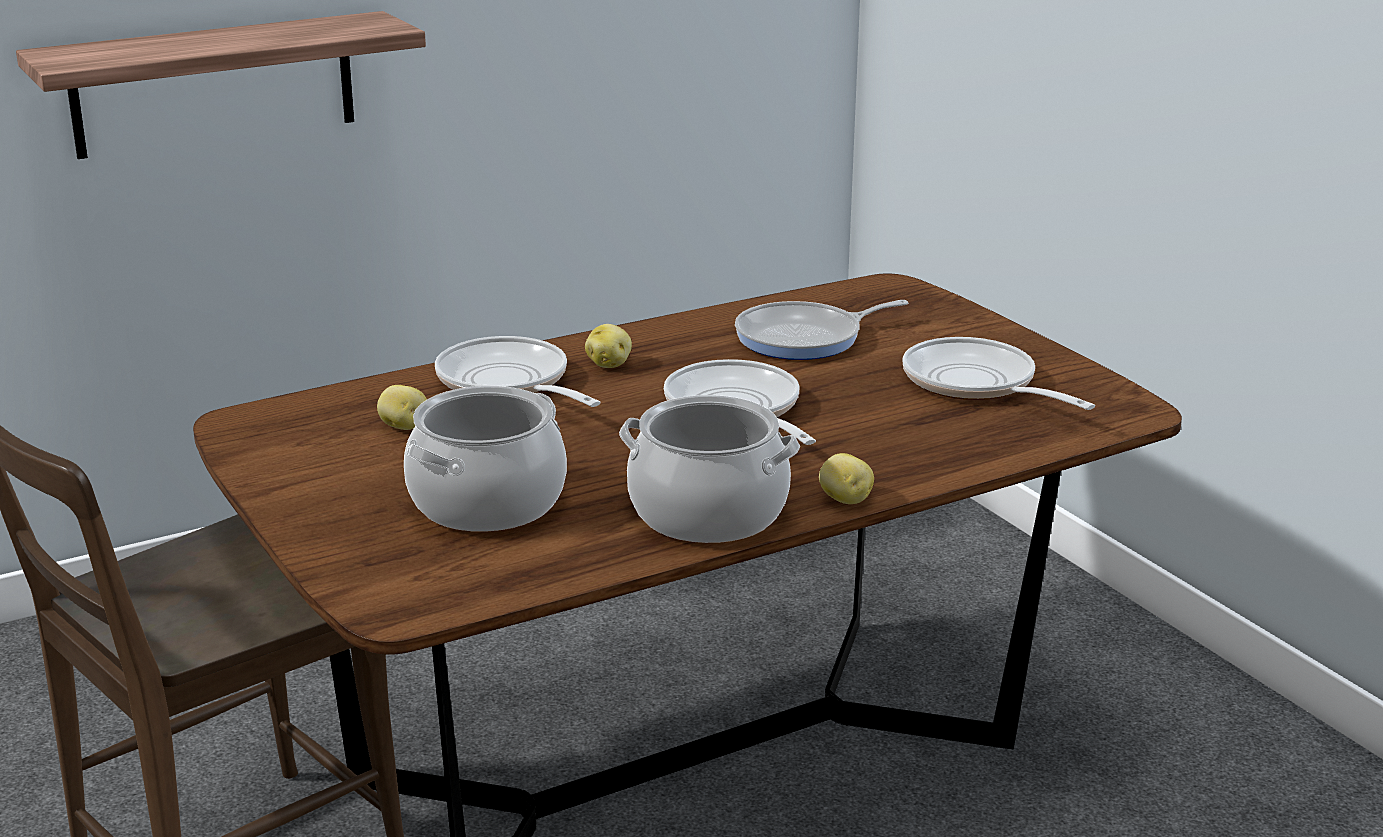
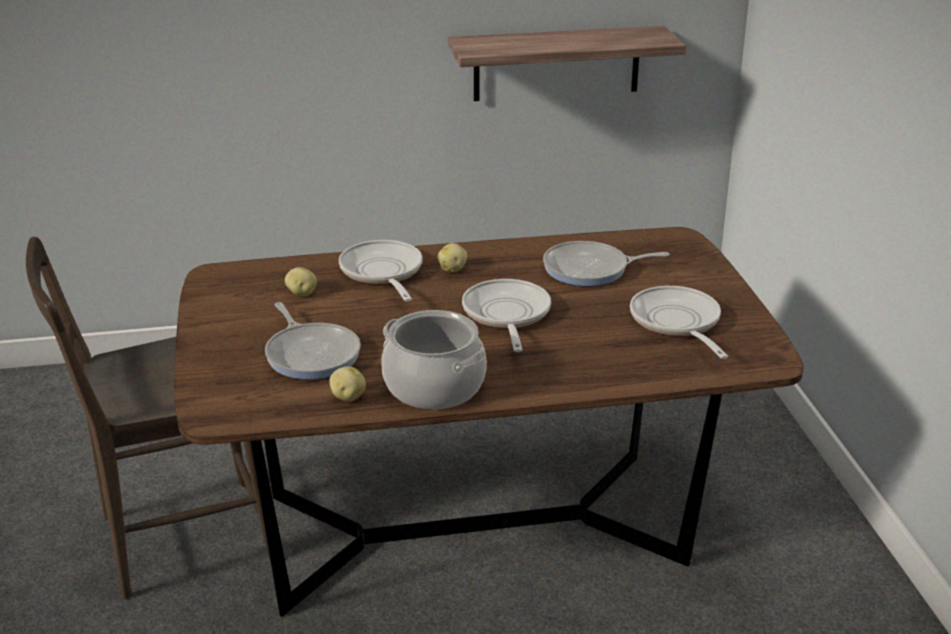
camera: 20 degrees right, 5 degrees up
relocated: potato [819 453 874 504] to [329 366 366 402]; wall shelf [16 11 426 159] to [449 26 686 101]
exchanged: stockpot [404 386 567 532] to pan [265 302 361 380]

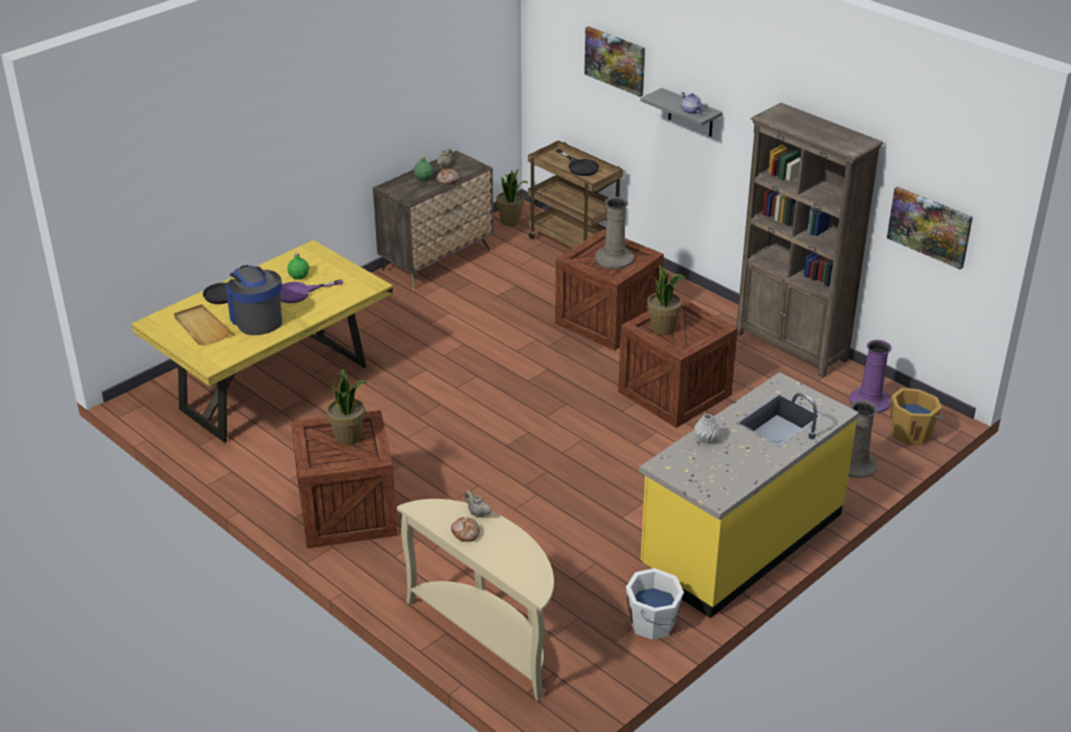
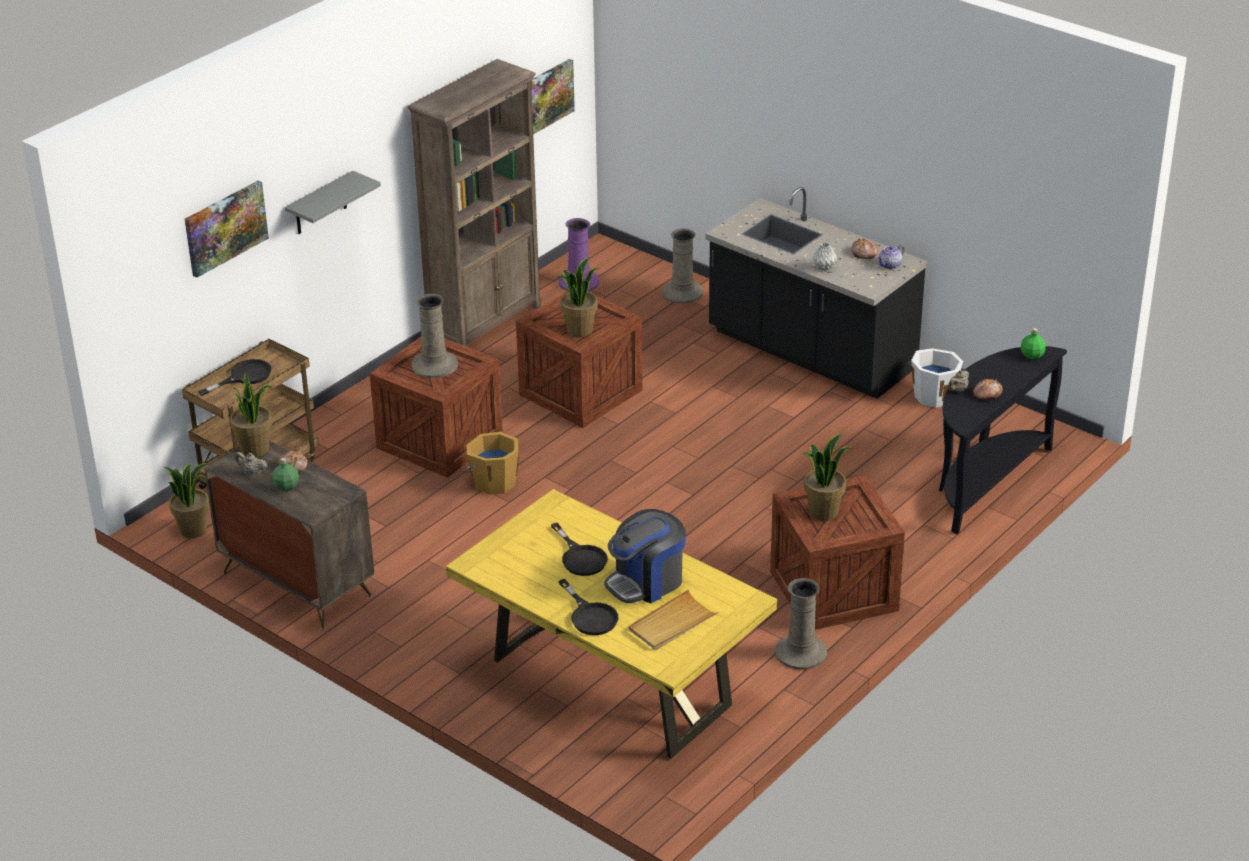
camera: 95 degrees left, 0 degrees up
appeared: houseplant [230 373 272 457]; sand-coloured vase [775 578 827 669]; baked bread [852 239 878 259]
relocated: orange bucket [891 388 943 445] to [466 432 519 495]; pot for tea [681 92 703 114] to [877 245 904 269]; green beverage bottle [288 252 309 280] to [1021 328 1046 360]
colour: purple pan [280 279 343 303] to black pan [551 523 608 576]; yellowish kitchen counter [639 372 859 618] to black kitchen counter [705 187 927 399]; sand-coloured narrow table [397 499 554 701] to black narrow table [939 346 1067 534]

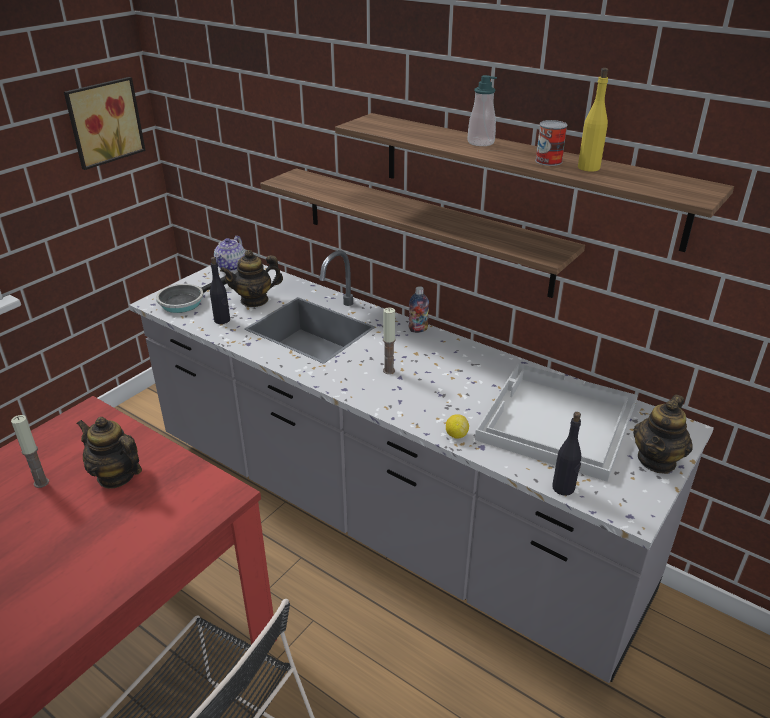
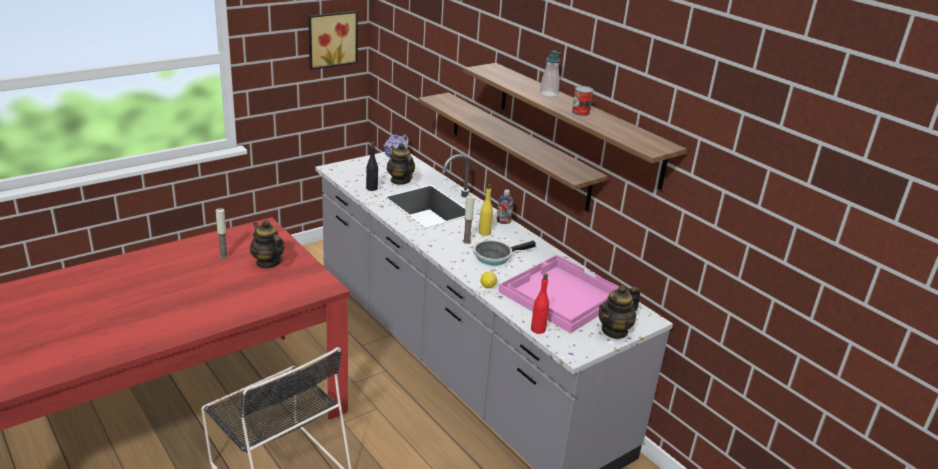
camera: 15 degrees right, 5 degrees down
relocated: pan [156 276 227 313] to [473 240 536 266]; yellowish beverage bottle [578 68 608 172] to [479 184 493 236]
colour: white tray [475 363 638 482] to pinkish tray [498 255 627 333]; black beverage bottle [552 412 581 496] to red-coloured beverage bottle [531 273 549 334]
spun: pot for tea [220 250 283 307] = [387 143 415 185] 60 degrees clockwise

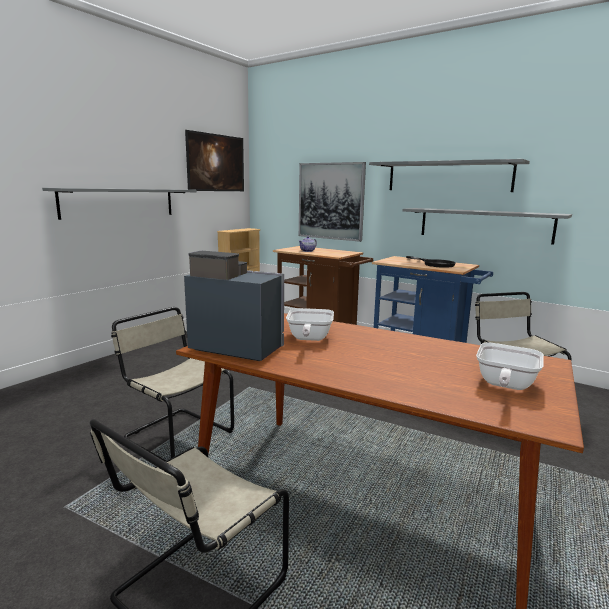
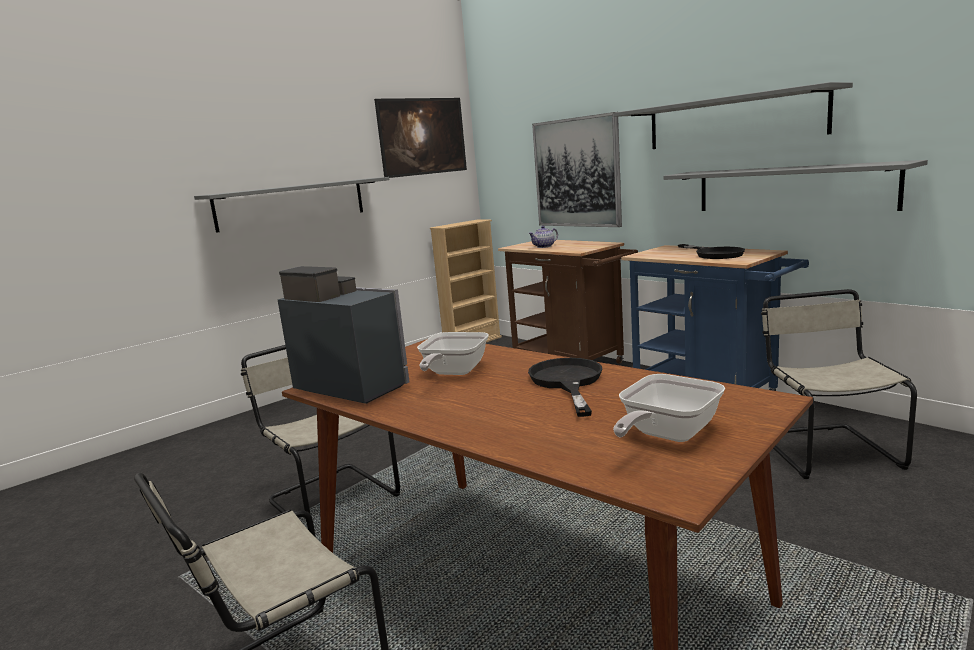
camera: 15 degrees right, 0 degrees up
appeared: black pan [528 358 602 417]

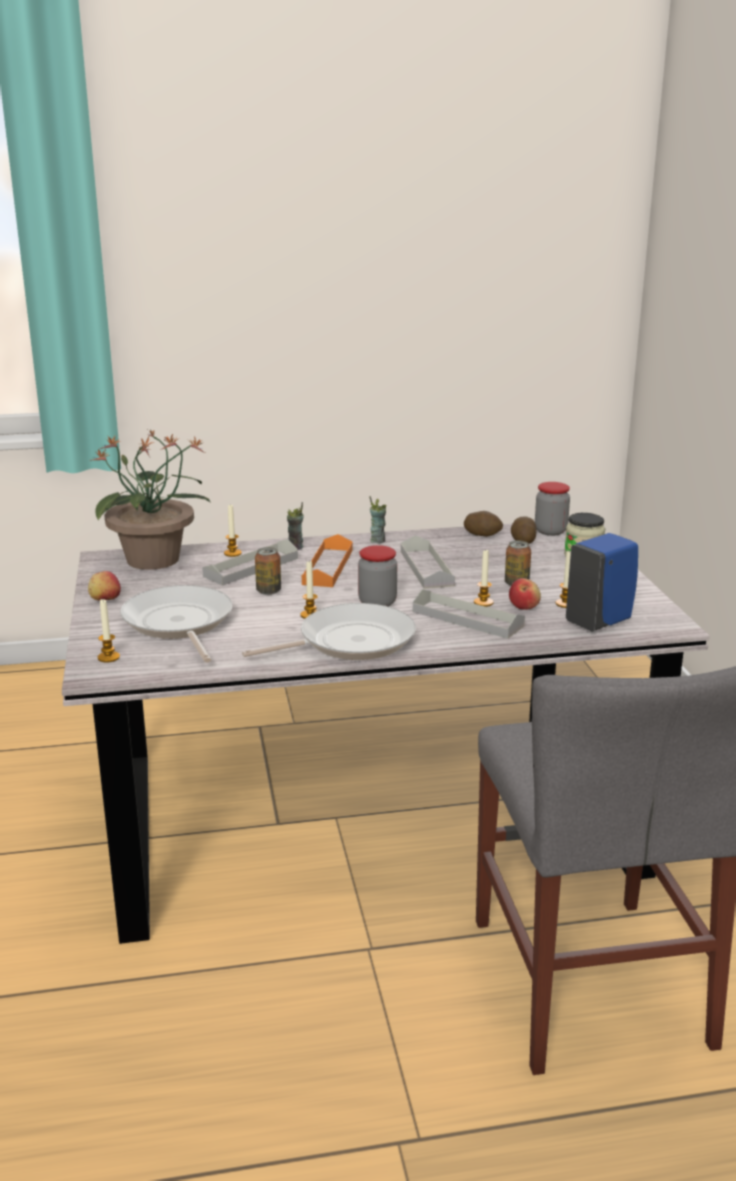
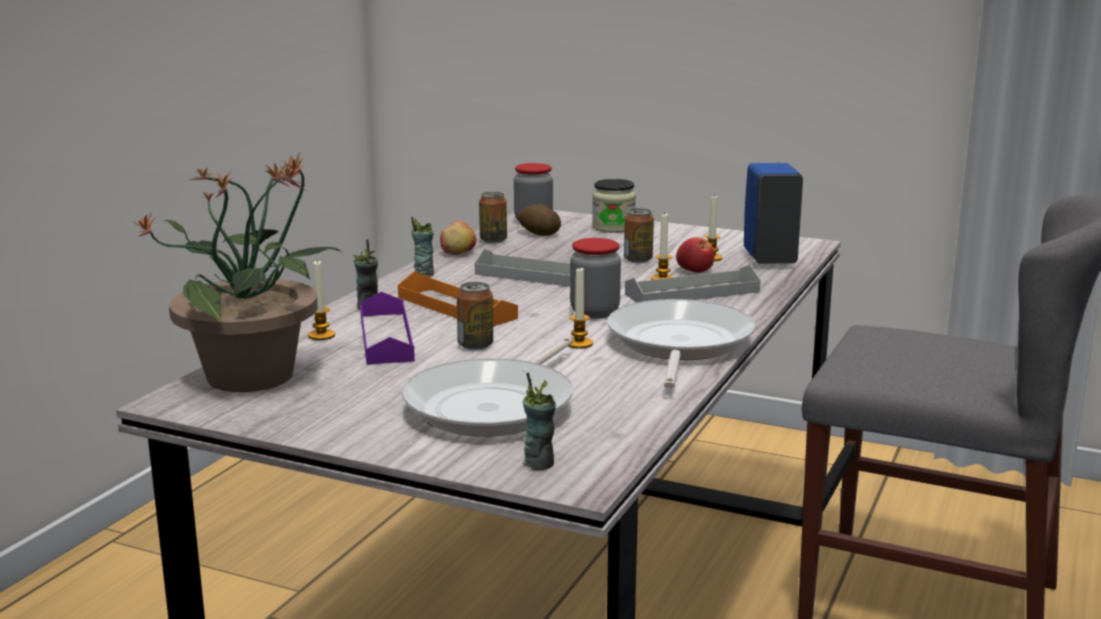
camera: 55 degrees left, 5 degrees down
relocated: apple fruit [88 571 121 600] to [440 221 476 255]
exchanged: potato [464 511 503 537] to metal can [479 192 507 243]; candle [98 599 120 663] to cup [523 372 556 470]
colour: greyish tray [202 539 298 586] to purple tray [360 292 415 364]
spun: pan [120 585 232 663] = [402 338 573 437] 75 degrees counterclockwise

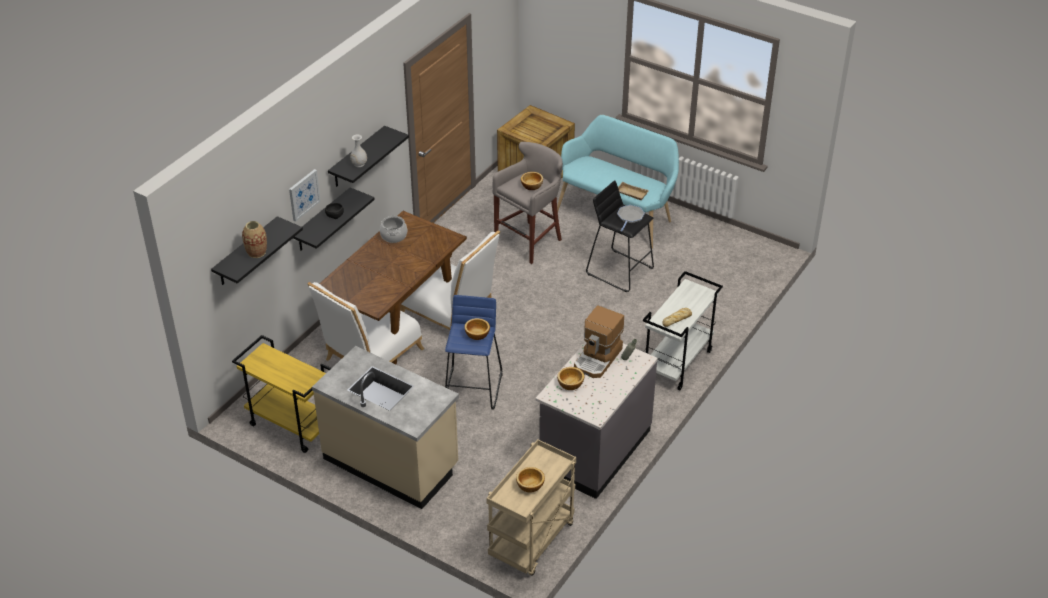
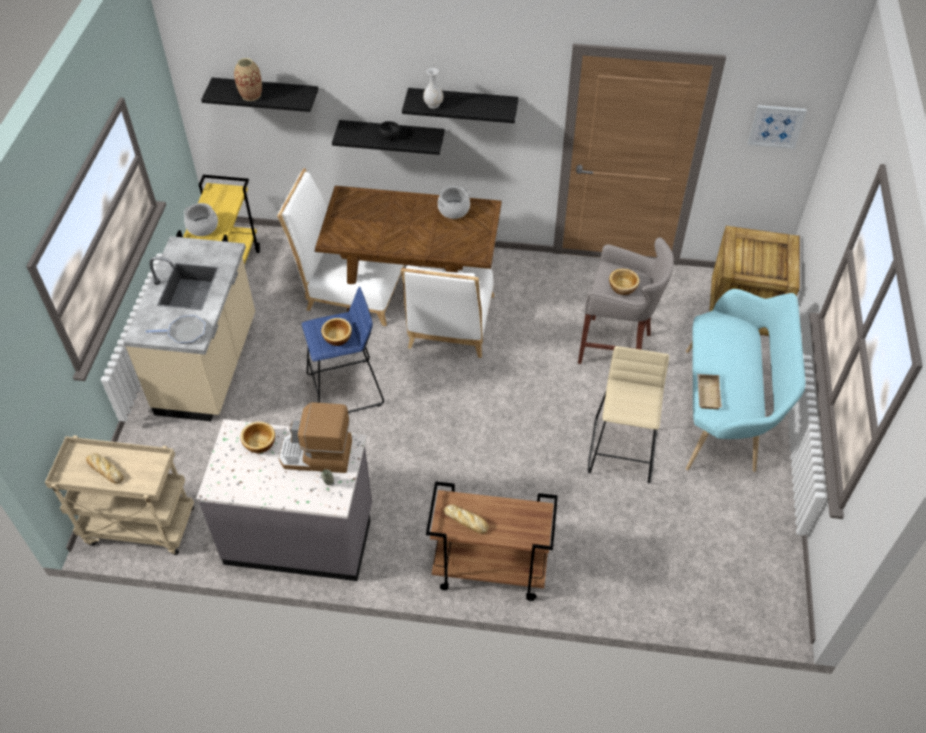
camera: 65 degrees right, 10 degrees up
appeared: stockpot [184 203 218 236]
relocated: pan [617 205 645 231] to [146 315 205 344]; wall art [289 169 321 222] to [748 105 807 149]
exchanged: bowl [516 467 545 493] to baked bread [86 453 123 484]
colour: white trolley [643 271 723 390] to brownish trolley [426 481 558 601]; black stool [586 180 654 292] to sand-coloured stool [588 346 669 483]

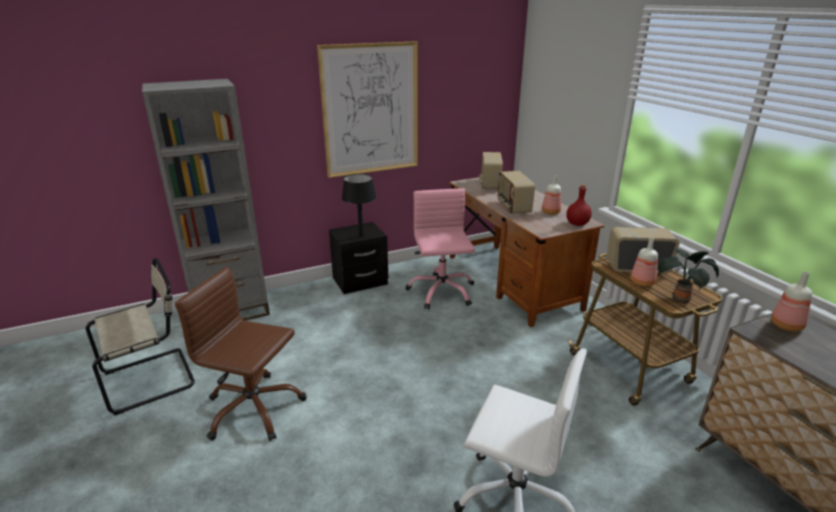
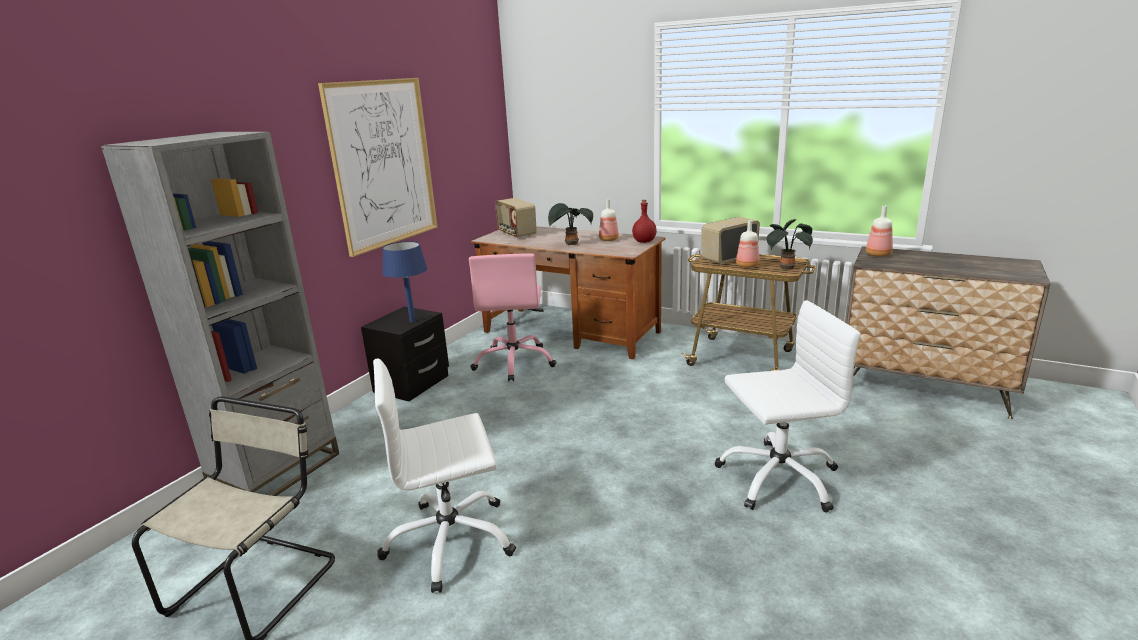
camera: 35 degrees left, 5 degrees down
exchanged: radio [498 171 535 214] to houseplant [548 203 593 245]
colour: brownish desk chair [175 267 307 441] to white desk chair [373 358 516 593]; black tabletop lamp [342 174 376 237] to bluish tabletop lamp [382 241 428 322]
spun: pinkish desk chair [405 189 475 310] = [469 253 557 382] 135 degrees counterclockwise

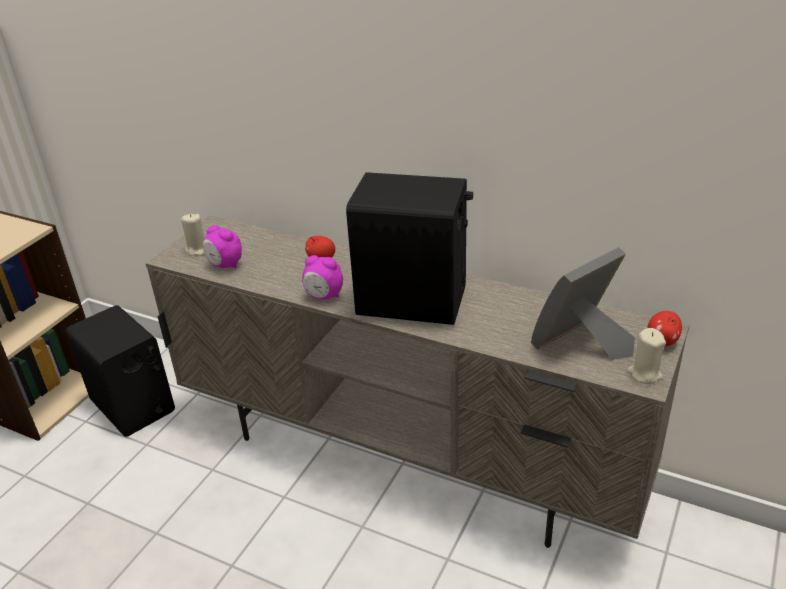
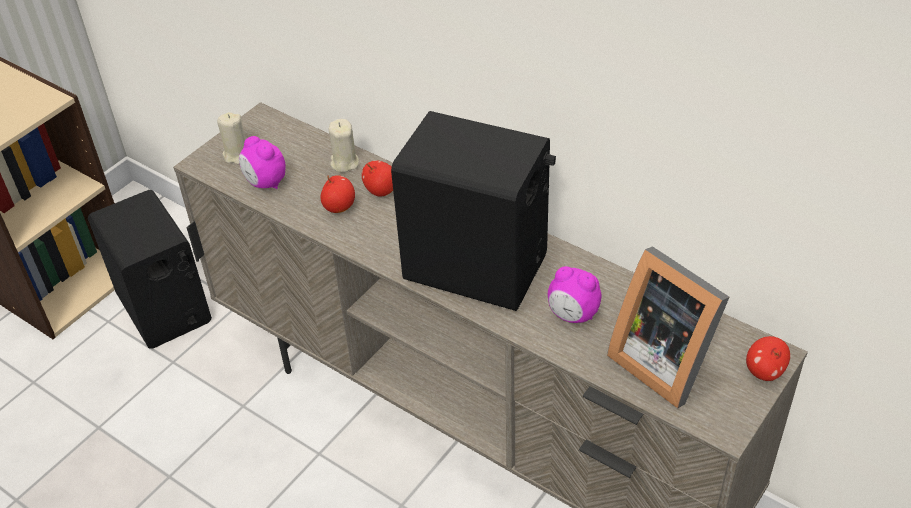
camera: 10 degrees right, 10 degrees up
appeared: apple fruit [320 175 355 213]
relocated: sand-coloured candle [627 328 666 384] to [328 119 359 173]; bedside clock [302 255 343 300] to [548 266 602 323]
spun: photo frame [531 247 635 360] = [607 246 729 408] 105 degrees counterclockwise

